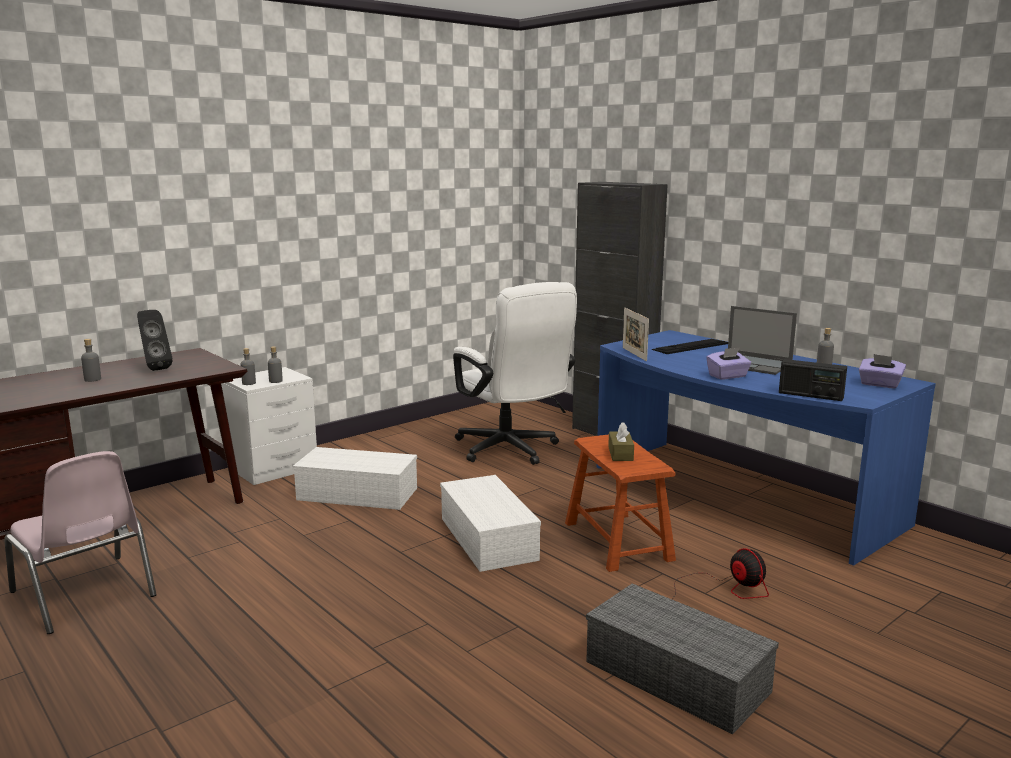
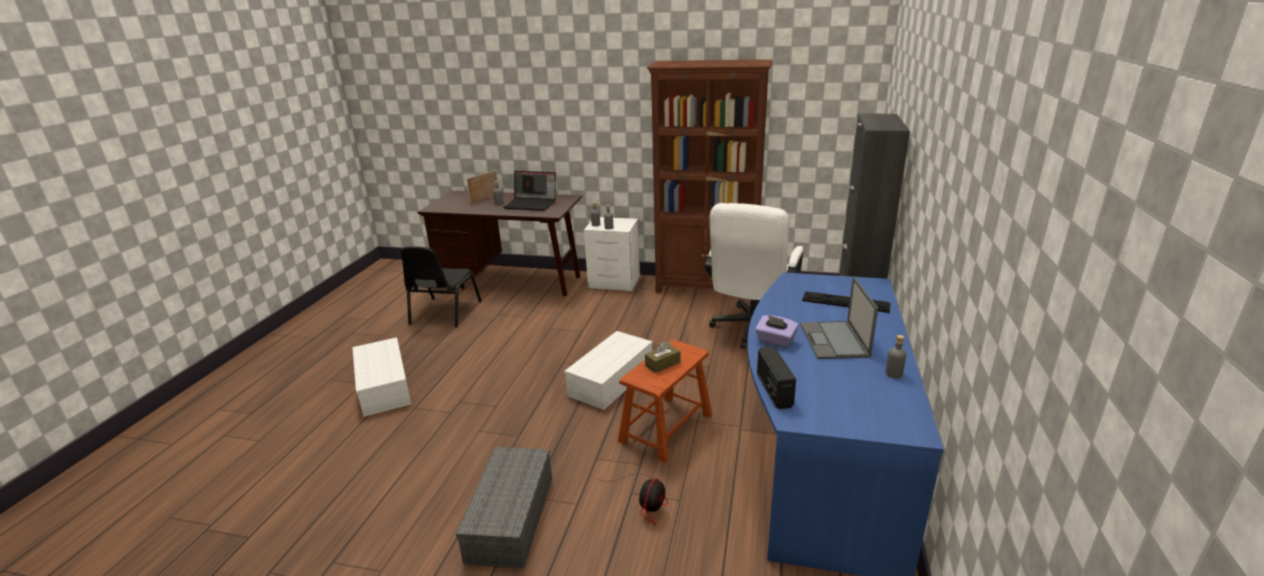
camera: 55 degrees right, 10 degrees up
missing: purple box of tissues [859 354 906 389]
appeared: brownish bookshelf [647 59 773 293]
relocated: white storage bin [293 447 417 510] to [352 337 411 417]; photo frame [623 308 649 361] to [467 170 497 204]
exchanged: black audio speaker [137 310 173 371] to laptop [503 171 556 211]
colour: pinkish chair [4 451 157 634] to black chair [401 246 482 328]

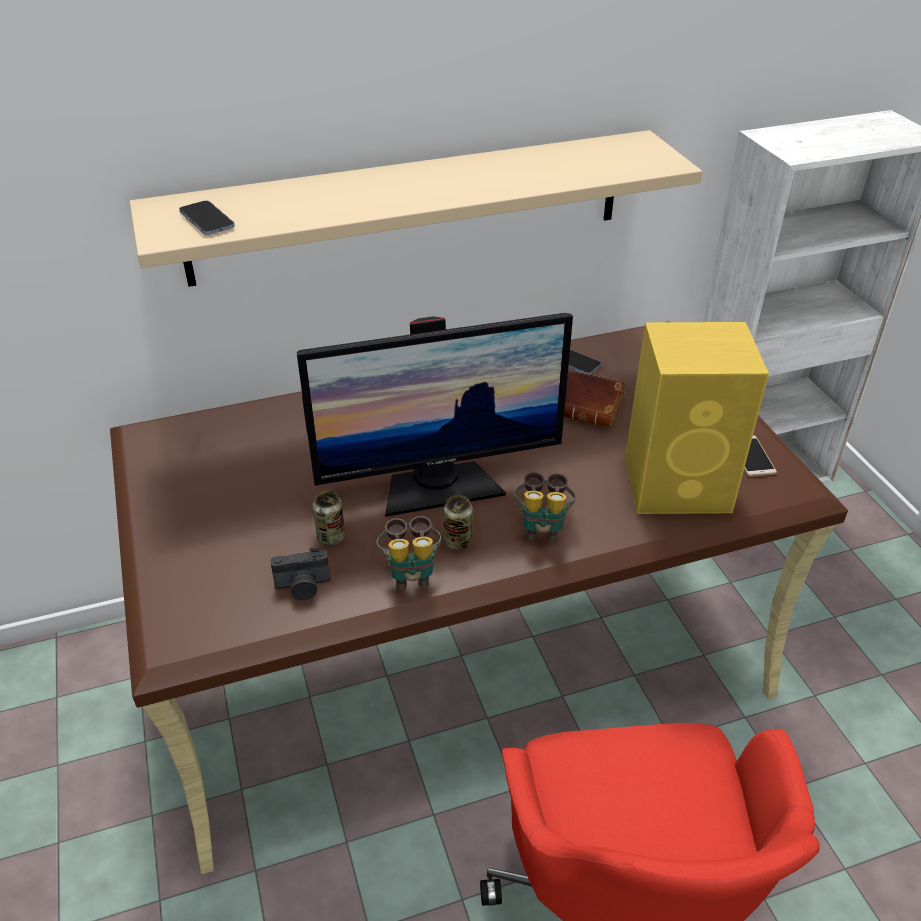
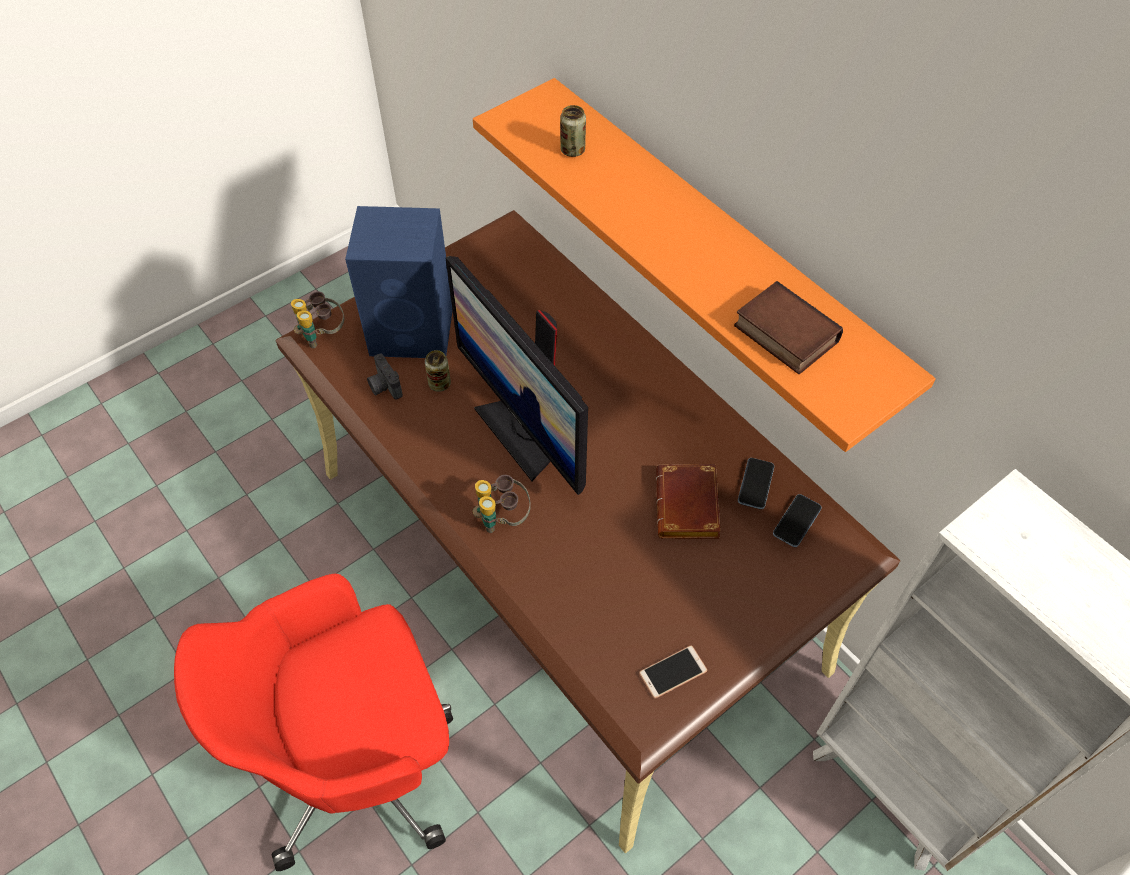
camera: 70 degrees right, 15 degrees up
missing: yellowish audio speaker [625 322 769 514]
appeared: bluish audio speaker [345 206 453 358]; volume [734 281 843 374]
relocated: binoculars [377 516 441 590] to [291 292 344 348]; metal can [444 495 473 550] to [560 105 586 157]; phone [179 200 235 235] to [773 494 822 547]
colour: sand-coloured wall shelf [129 130 702 287] to orange wall shelf [473 78 936 452]

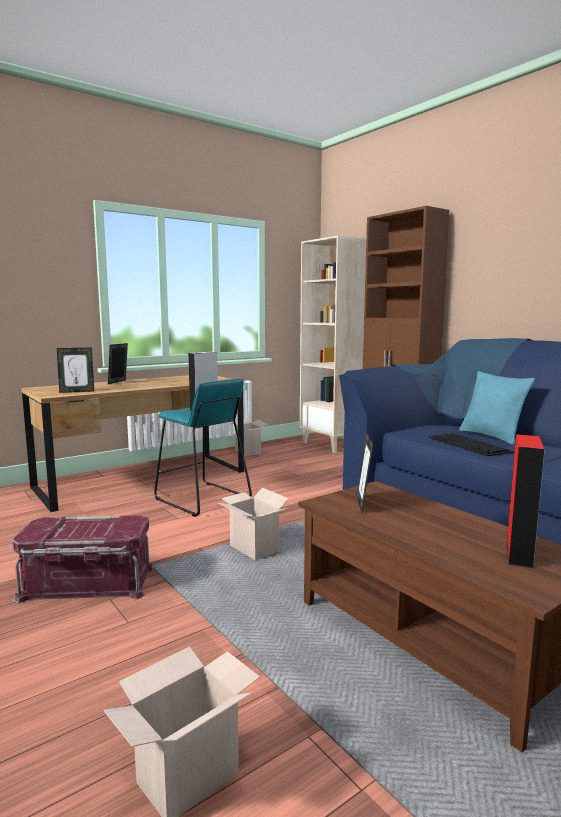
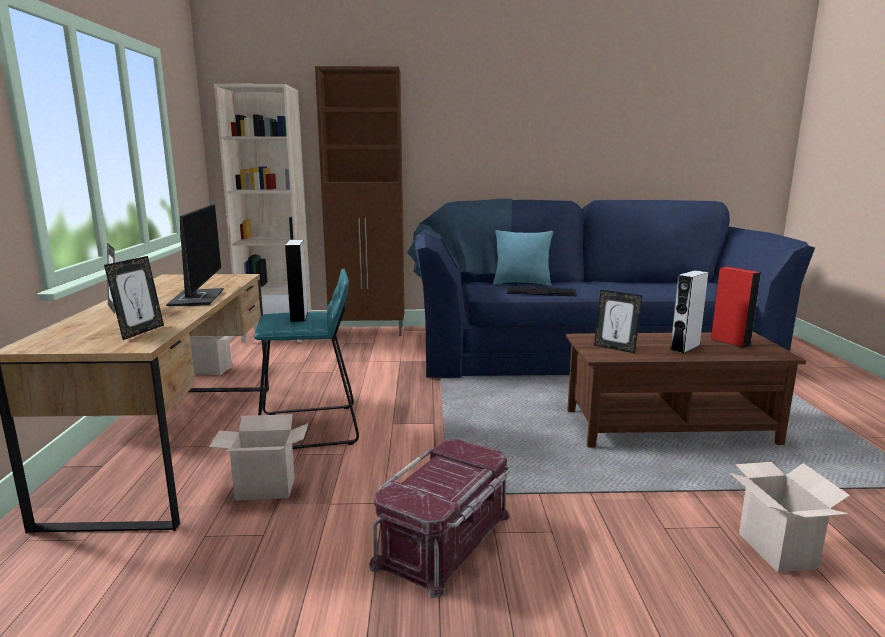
camera: 55 degrees left, 5 degrees up
appeared: computer display [166 204 224 306]; greyish audio speaker [670 270 708 354]
relocated: packing box [219 488 289 560] to [209 414 308 501]

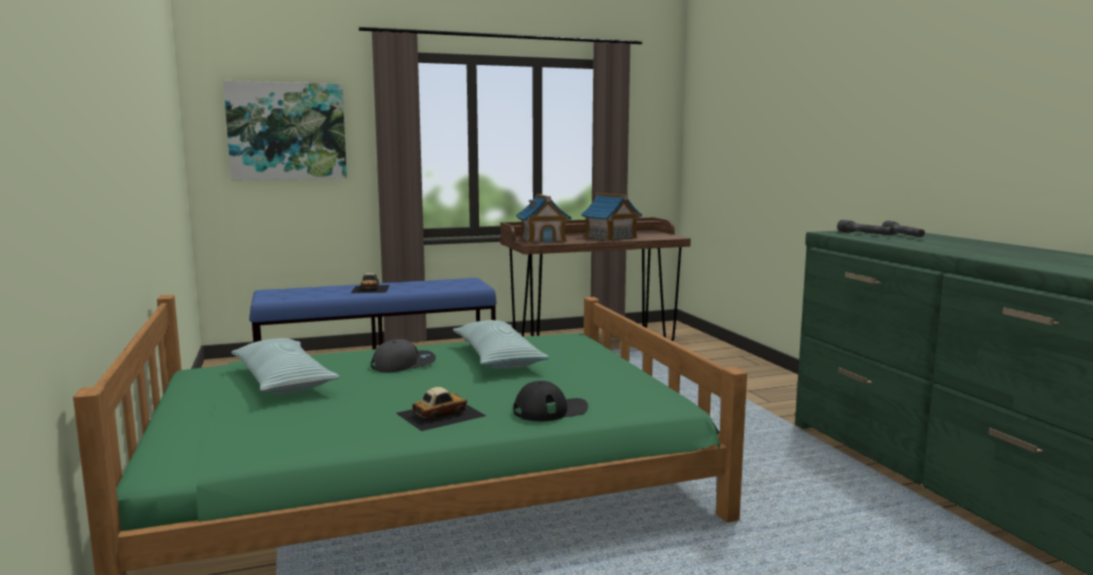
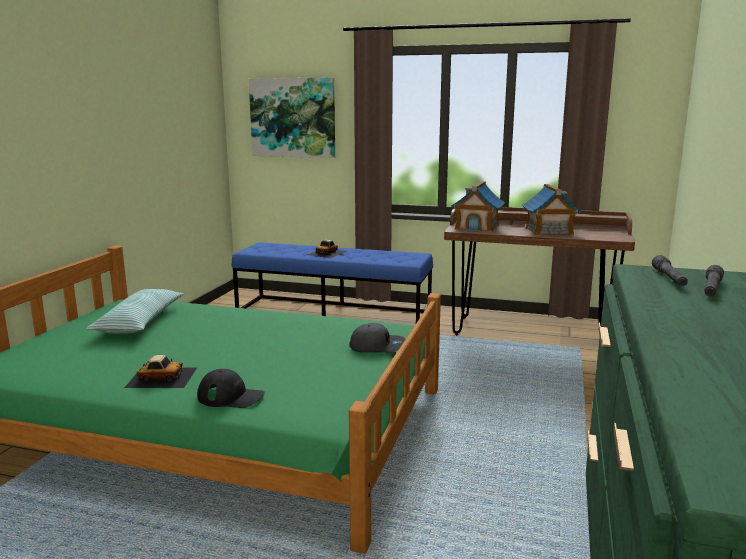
camera: 35 degrees right, 5 degrees up
missing: pillow [453 320 549 369]
relocated: greyish baseball cap [371 339 436 372] to [349 323 405 353]

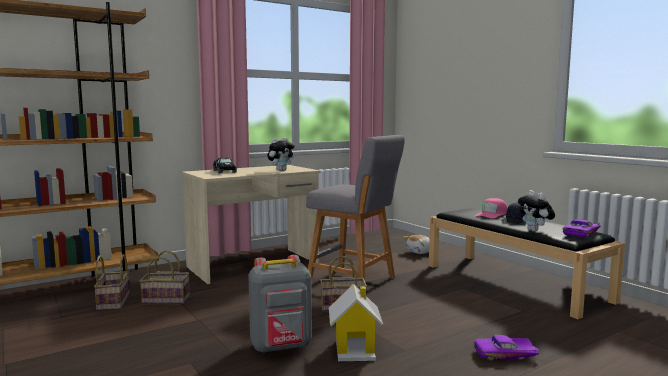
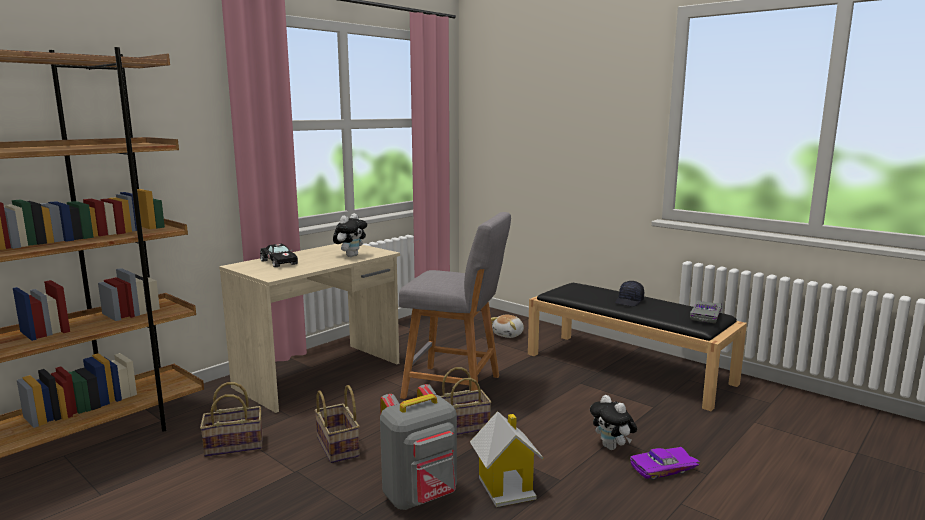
camera: 15 degrees left, 5 degrees up
missing: pinkish baseball cap [475 198 507 219]
relocated: basket [94 254 130 311] to [315 385 360 463]; plush toy [518 190 555 232] to [590 395 637 450]
colour: purple toy car [563 219 600 238] to greyish toy car [690 300 722 323]

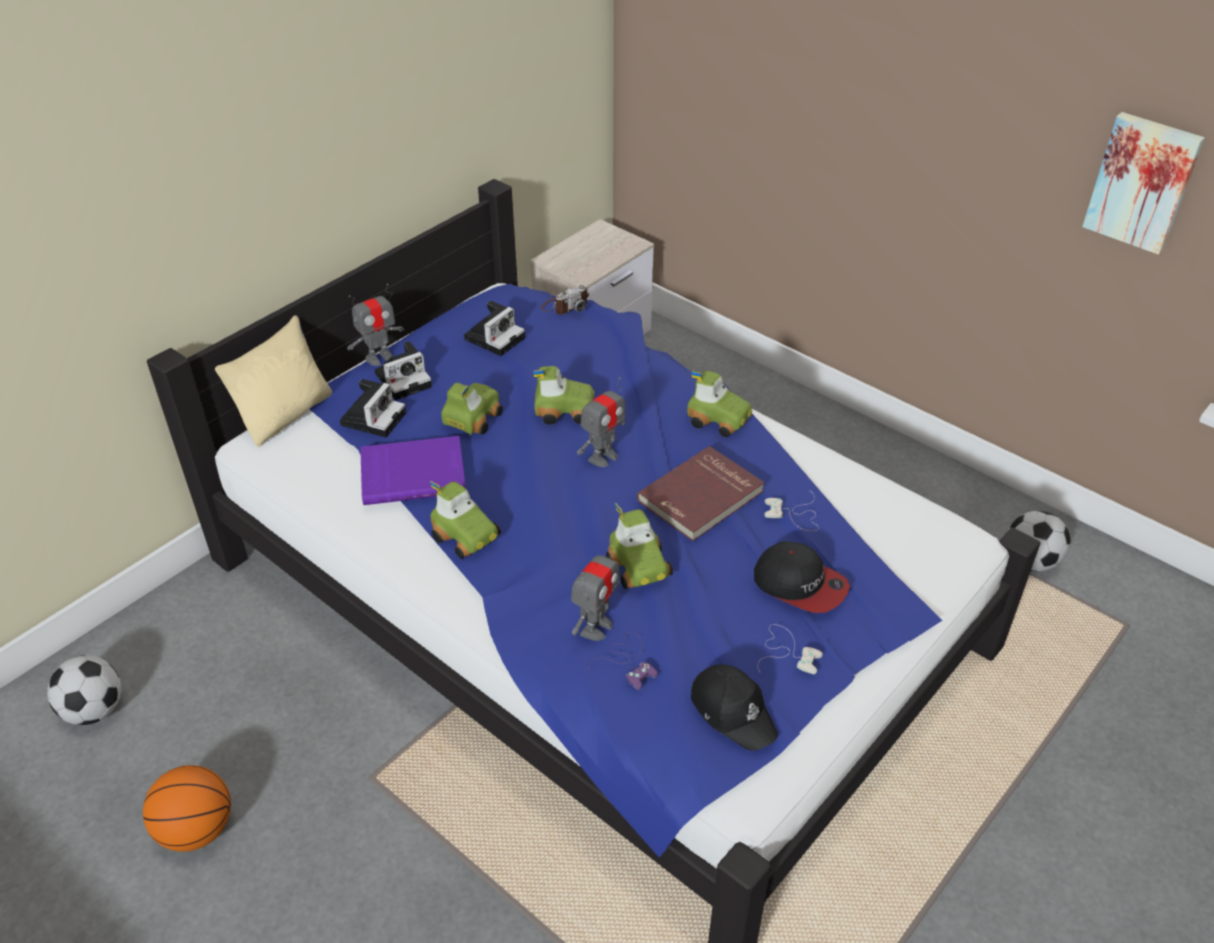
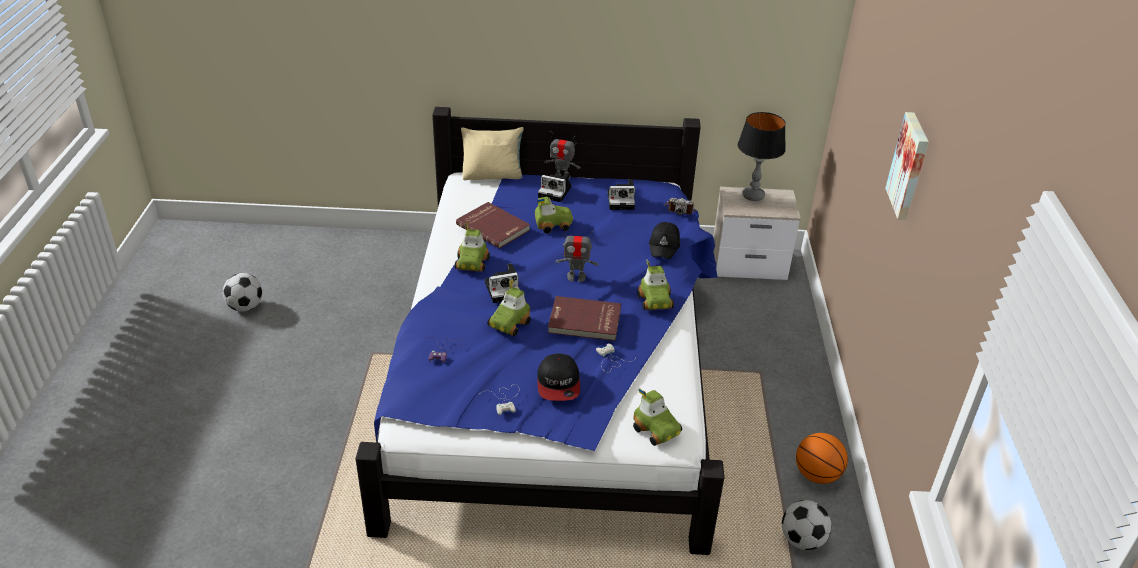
camera: 50 degrees right, 5 degrees down
missing: model robot [571 540 619 641]
appeared: tabletop lamp [738 112 786 201]
relocated: ball for football [47 655 121 725] to [223 273 262 312]; photo camera [340 379 406 438] to [485 264 519 303]; toy car [533 366 594 425] to [633 388 682 446]; black baseball cap [691 664 778 751] to [649 222 680 259]; basketball [143 765 231 852] to [796 433 848 484]; wall art [1082 112 1205 255] to [885 112 929 220]
colour: purple volume [360 436 466 505] to red-coloured volume [456 202 530 249]

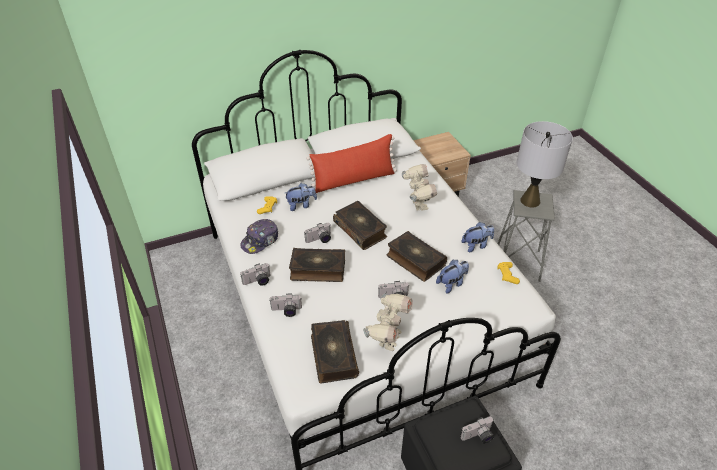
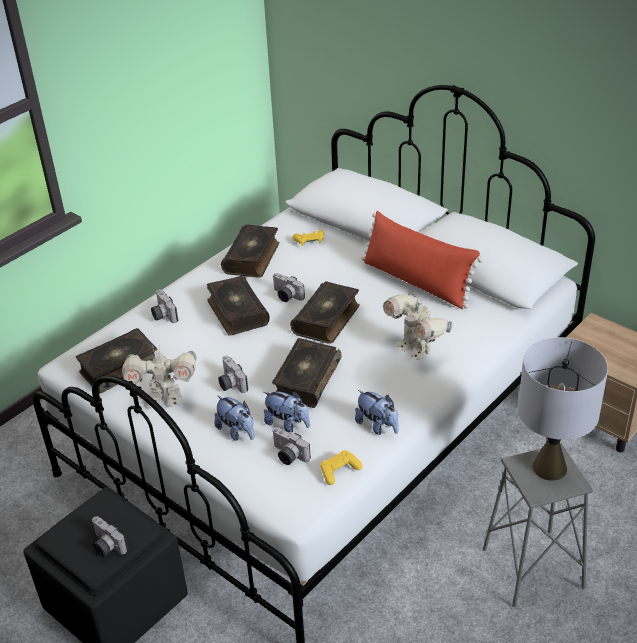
camera: 65 degrees right, 5 degrees down
relocated: plush toy [285 183 317 211] to [214 395 254 440]; photo camera [240 263 271 286] to [272 427 311 465]
exchanged: baseball cap [240 219 278 254] to volume [221 224 279 278]
spun: model robot [402 164 437 211] = [383 294 453 360] 90 degrees clockwise

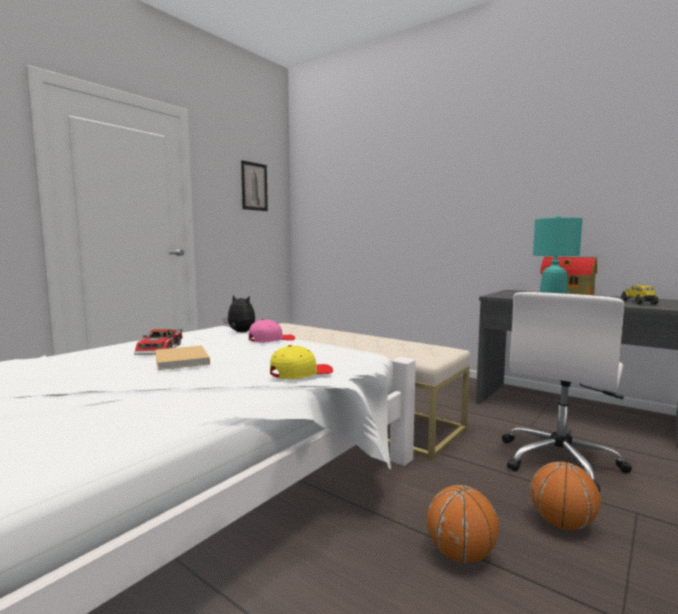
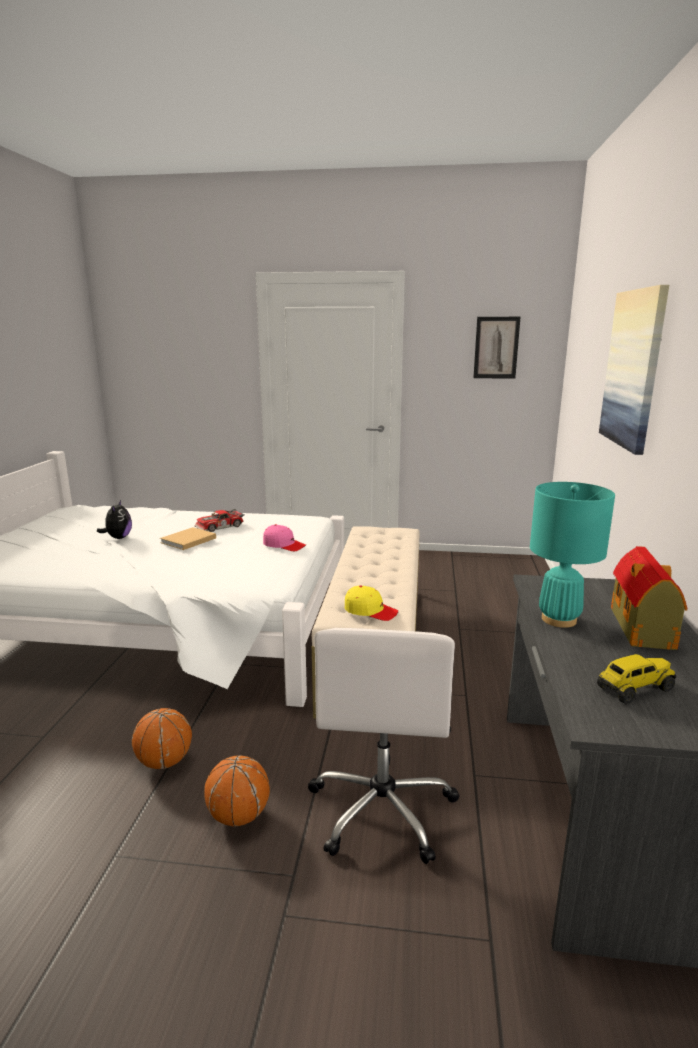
camera: 60 degrees right, 10 degrees up
appeared: wall art [599 285 669 455]
relocated: plush toy [223 295 255 332] to [97 500 132 539]; yellowish baseball cap [270 345 333 379] to [345 586 398 621]
spun: white desk chair [502 292 632 493] = [308 628 459 864] 90 degrees counterclockwise

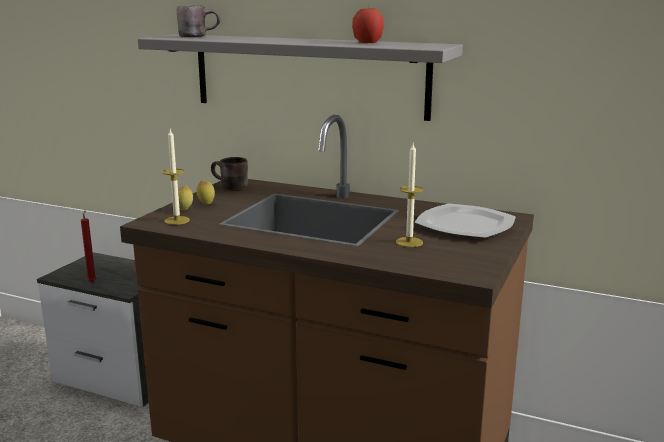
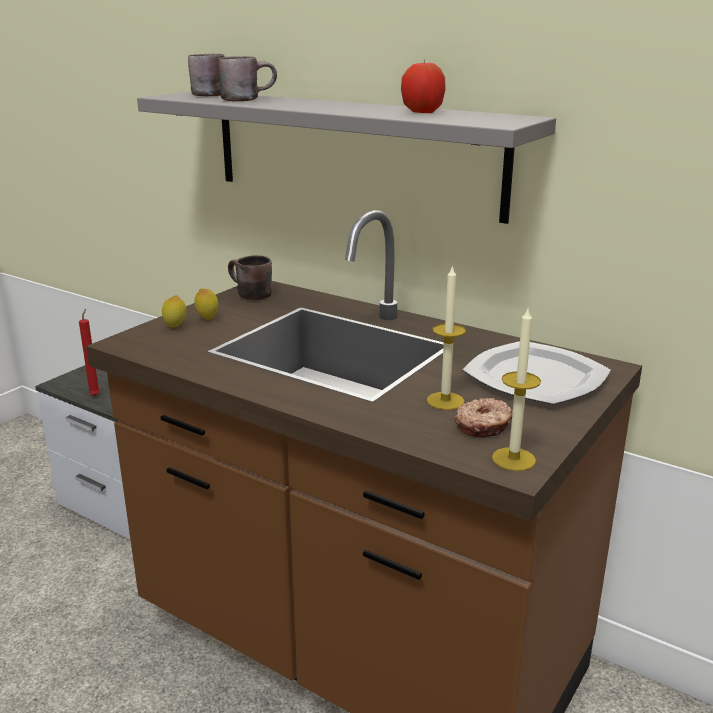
camera: 10 degrees right, 5 degrees up
appeared: brownish coffee mug [218 56 277 101]; ring doughnut [454 398 513 437]
relocated: candle [163 130 190 225] to [492 309 541 471]

